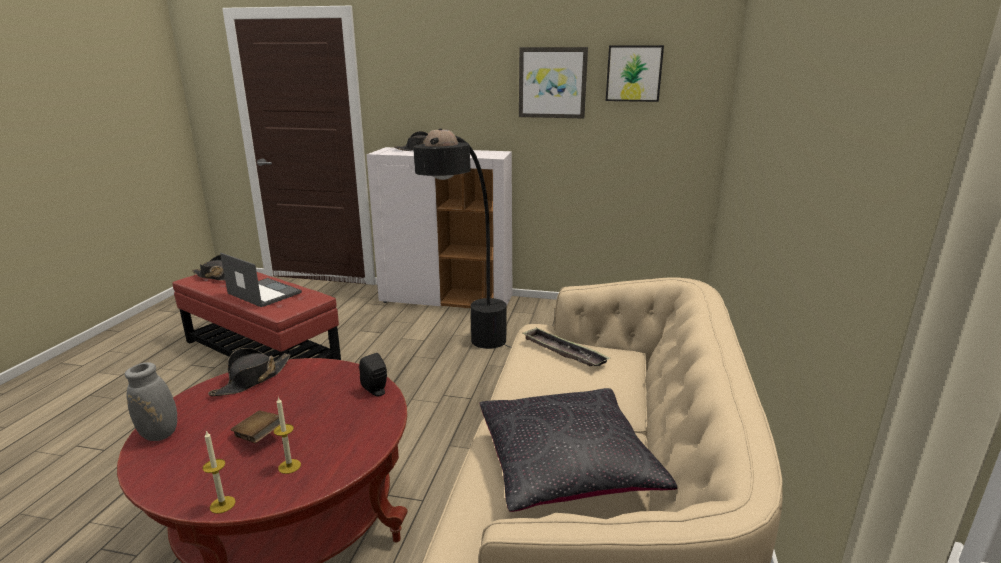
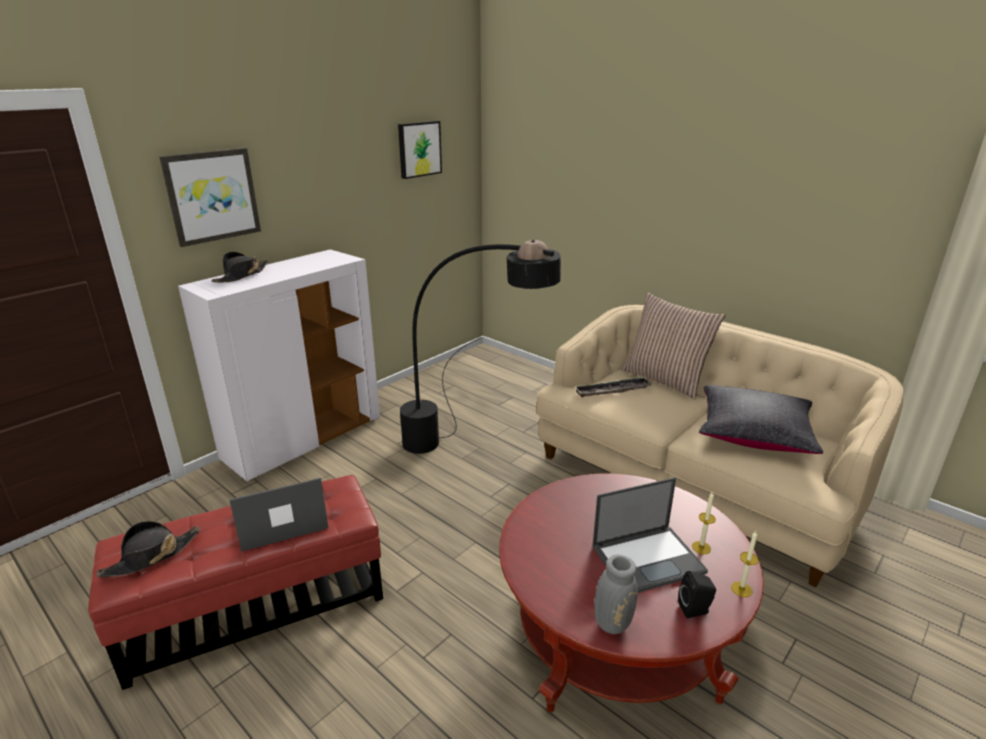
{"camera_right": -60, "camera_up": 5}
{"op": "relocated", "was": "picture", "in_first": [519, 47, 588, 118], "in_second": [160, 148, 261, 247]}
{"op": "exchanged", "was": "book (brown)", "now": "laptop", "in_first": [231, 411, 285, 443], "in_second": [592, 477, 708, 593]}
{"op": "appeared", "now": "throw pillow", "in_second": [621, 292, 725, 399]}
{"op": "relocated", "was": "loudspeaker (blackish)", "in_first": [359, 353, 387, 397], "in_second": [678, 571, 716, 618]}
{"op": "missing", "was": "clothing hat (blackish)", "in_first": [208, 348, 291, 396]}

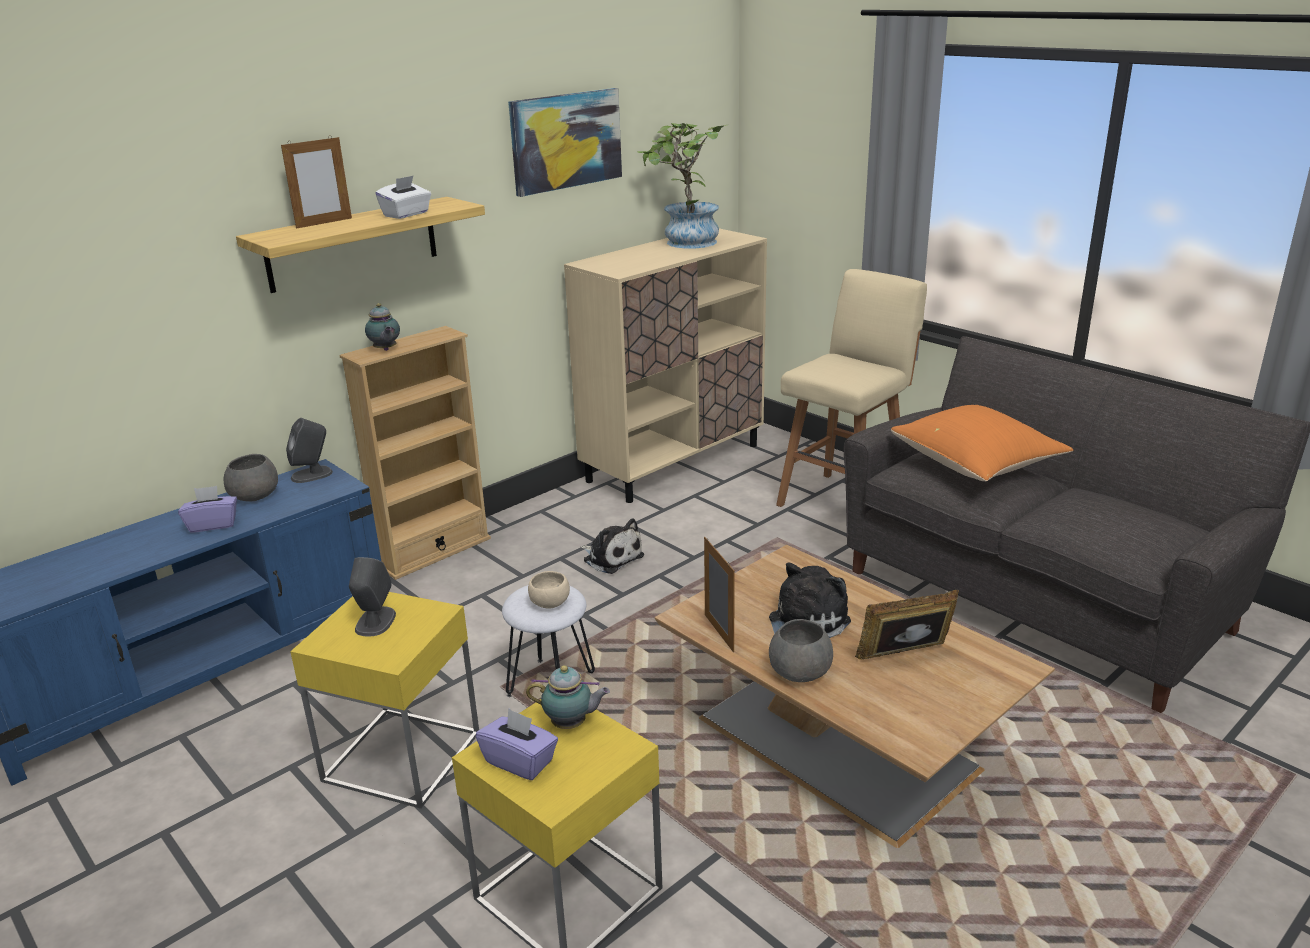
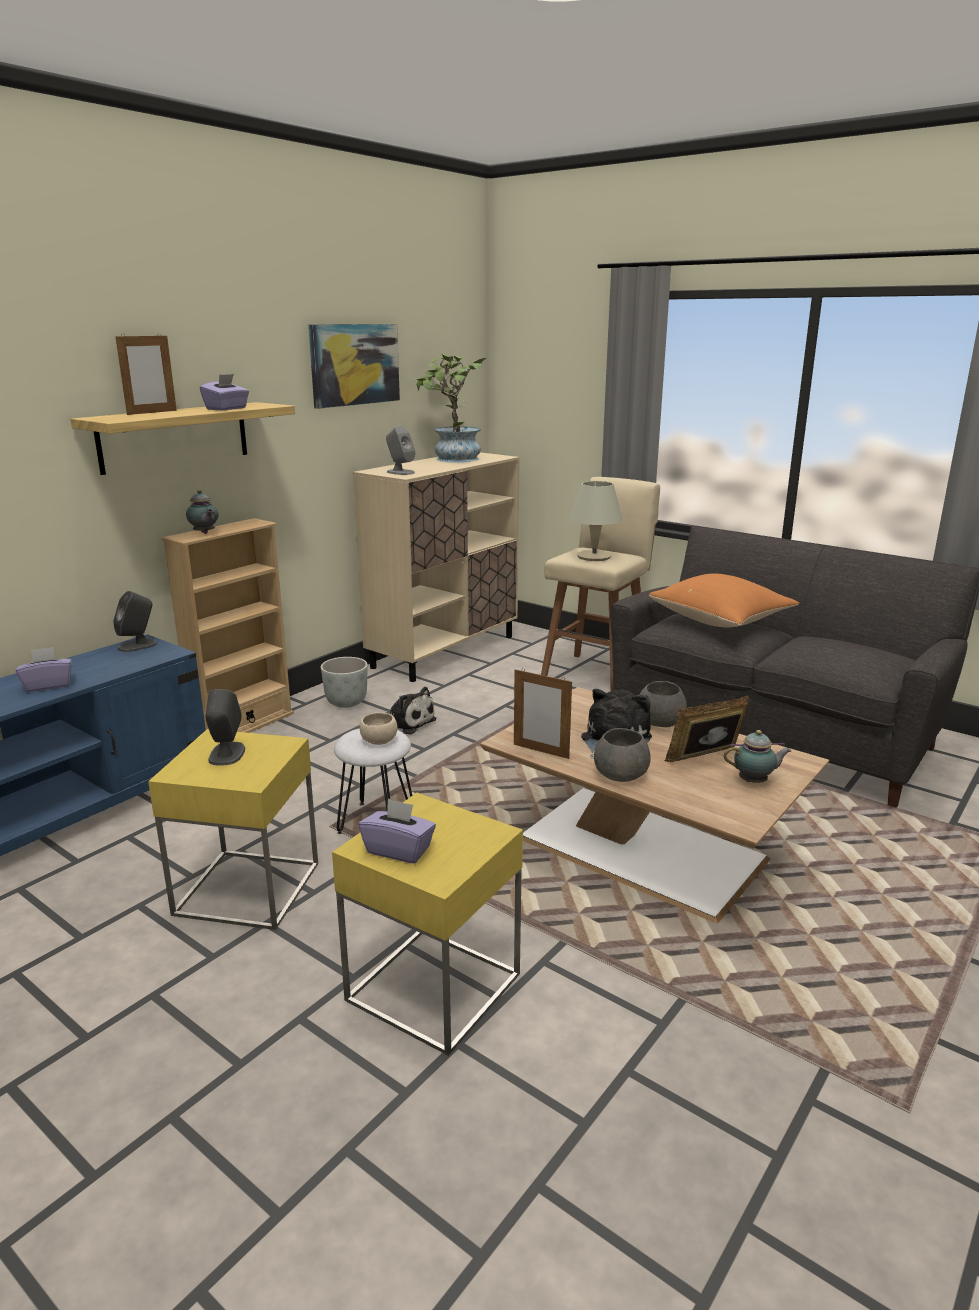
{"camera_right": -10, "camera_up": -5}
{"op": "colour", "was": "tissue holder (white)", "now": "tissue holder (purple-coloured)", "in_first": [375, 176, 431, 219], "in_second": [200, 374, 249, 410]}
{"op": "appeared", "now": "plant pot (grey)", "in_second": [321, 657, 368, 708]}
{"op": "appeared", "now": "loudspeaker (grey)", "in_second": [386, 426, 415, 475]}
{"op": "spun", "was": "standing frame", "in_first": [704, 537, 735, 652], "in_second": [514, 668, 572, 759], "clockwise": 150}
{"op": "appeared", "now": "table lamp (beige)", "in_second": [569, 481, 623, 561]}
{"op": "relocated", "was": "deep dish (grey)", "in_first": [224, 454, 278, 502], "in_second": [639, 681, 687, 727]}
{"op": "relocated", "was": "tea pot", "in_first": [526, 665, 610, 729], "in_second": [724, 730, 791, 783]}

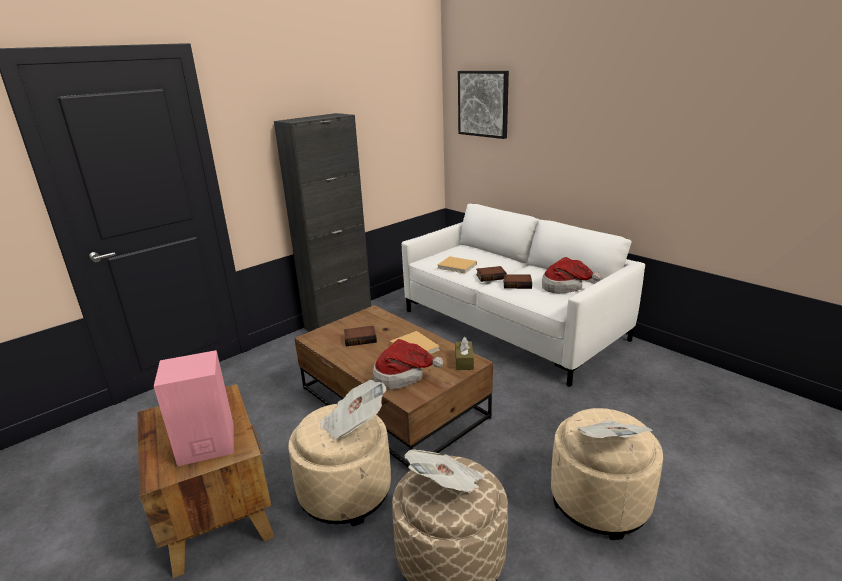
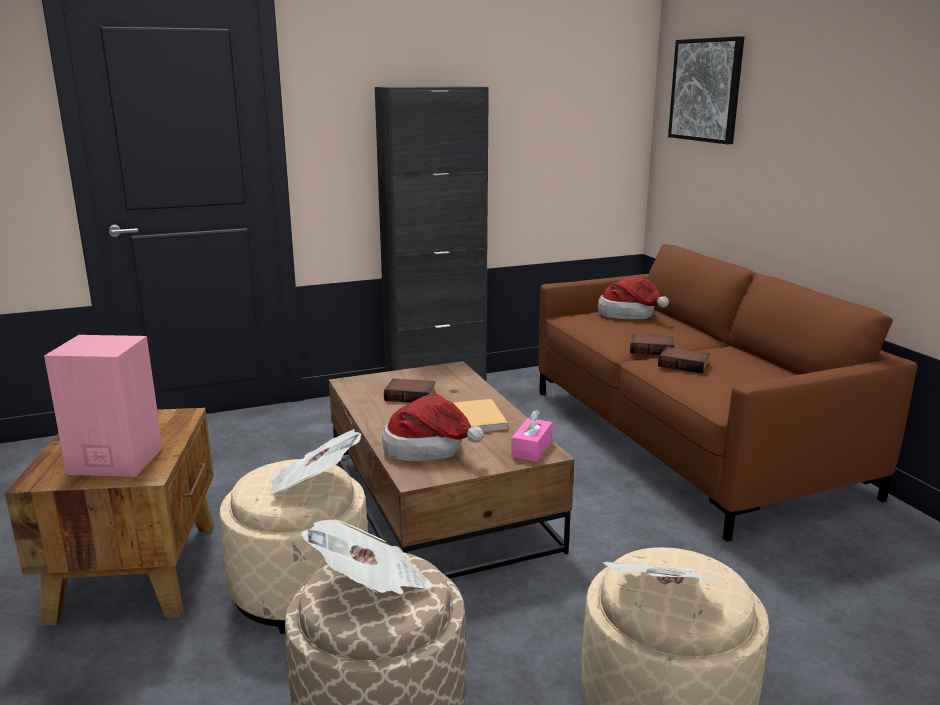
{"camera_right": 20, "camera_up": -5}
{"op": "colour", "was": "tissue holder (brown)", "now": "tissue holder (pink-coloured)", "in_first": [455, 337, 474, 370], "in_second": [511, 410, 552, 462]}
{"op": "colour", "was": "couch (white)", "now": "couch (brown)", "in_first": [402, 204, 645, 387], "in_second": [538, 244, 918, 542]}
{"op": "relocated", "was": "clothing hat", "in_first": [542, 257, 601, 293], "in_second": [598, 276, 669, 319]}
{"op": "missing", "was": "book (beige)", "in_first": [437, 256, 477, 274]}

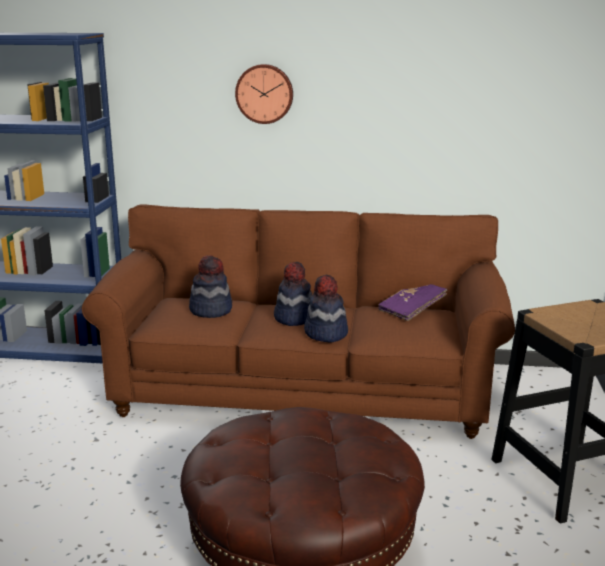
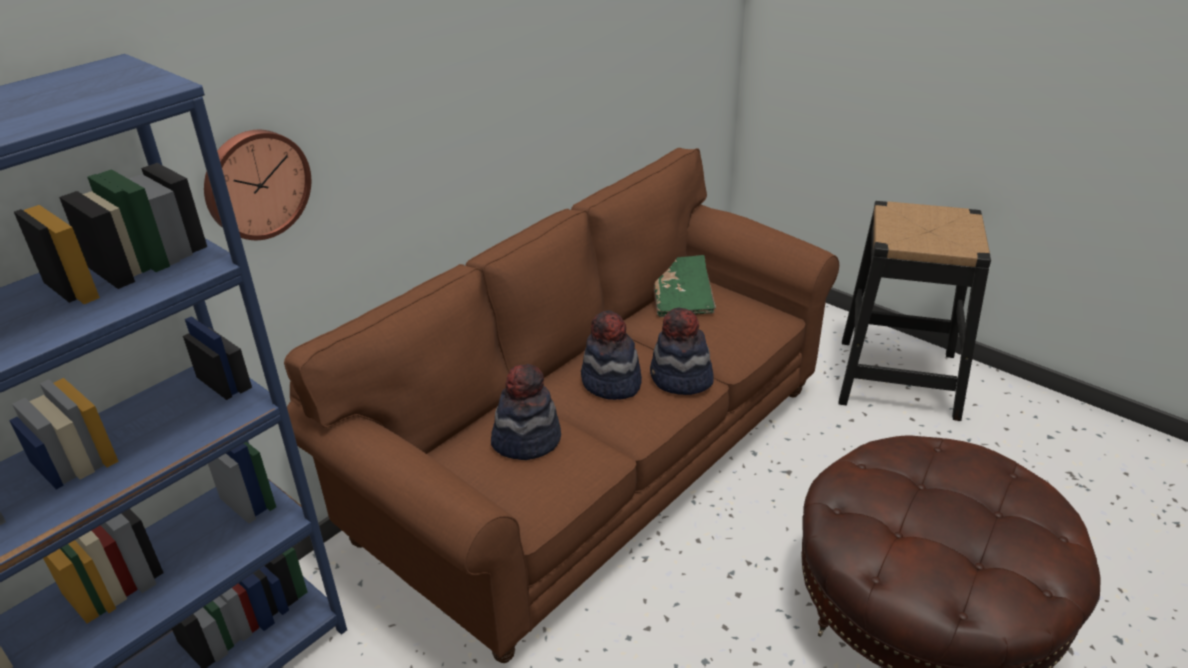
{"camera_right": -55, "camera_up": 15}
{"op": "relocated", "was": "hanging clock", "in_first": [235, 64, 293, 124], "in_second": [204, 130, 311, 240]}
{"op": "colour", "was": "book (purple-coloured)", "now": "book (green-coloured)", "in_first": [378, 284, 447, 321], "in_second": [654, 255, 716, 317]}

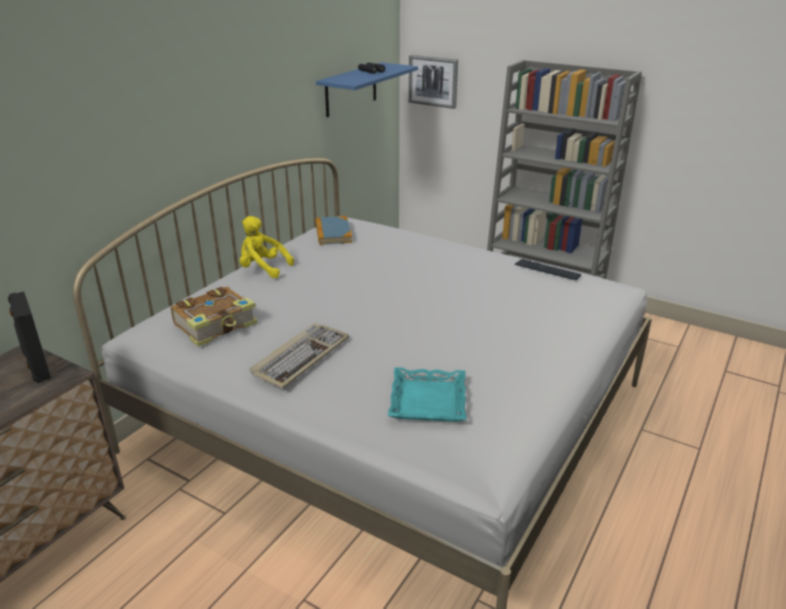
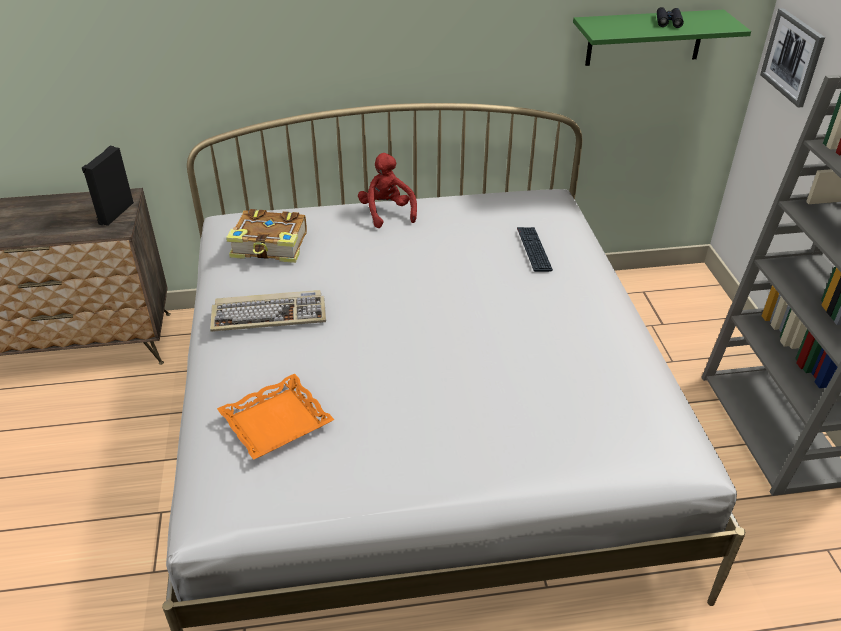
{"camera_right": 50, "camera_up": 10}
{"op": "colour", "was": "tray (blue-green)", "now": "tray (orange)", "in_first": [388, 367, 466, 422], "in_second": [217, 374, 334, 460]}
{"op": "colour", "was": "cuddly toy (yellow-coloured)", "now": "cuddly toy (red-coloured)", "in_first": [239, 216, 294, 278], "in_second": [358, 153, 417, 228]}
{"op": "relocated", "was": "keyboard", "in_first": [515, 259, 581, 280], "in_second": [517, 227, 553, 272]}
{"op": "colour", "was": "bracket shelf (blue-coloured)", "now": "bracket shelf (green-coloured)", "in_first": [316, 62, 418, 117], "in_second": [573, 10, 751, 66]}
{"op": "missing", "was": "book", "in_first": [315, 216, 352, 245]}

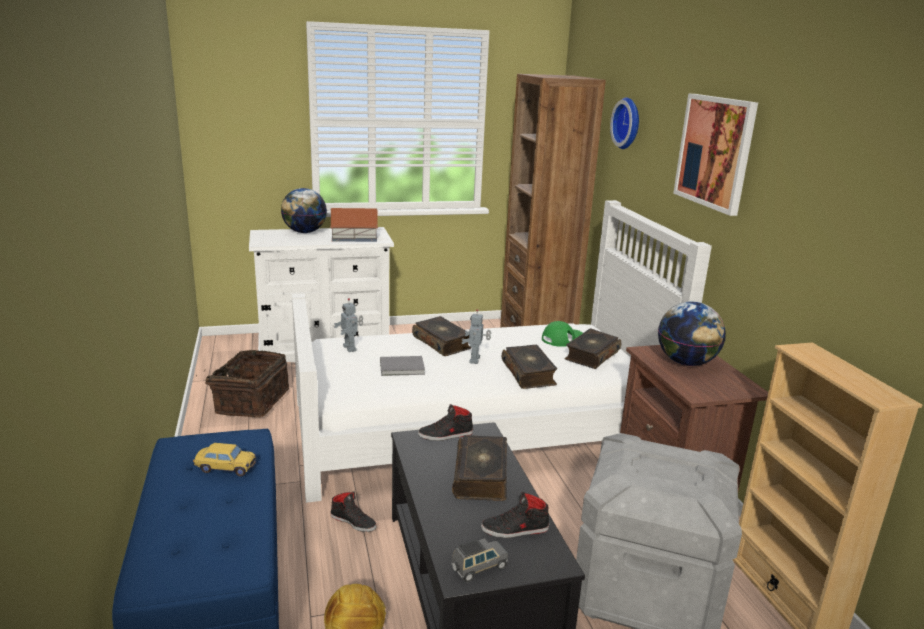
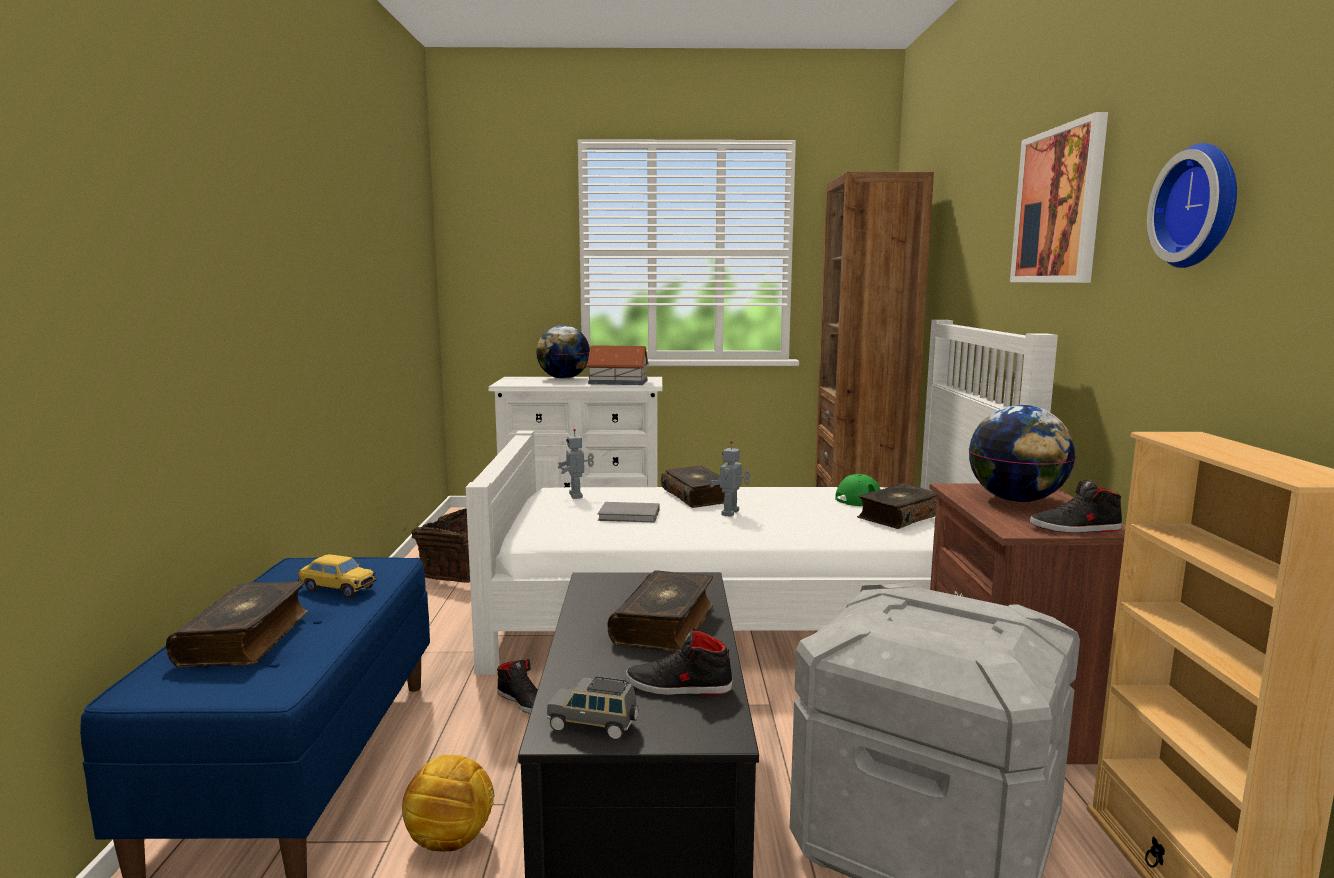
{"camera_right": 15, "camera_up": -10}
{"op": "relocated", "was": "book", "in_first": [502, 345, 557, 389], "in_second": [166, 581, 308, 667]}
{"op": "spun", "was": "miniature car (grey)", "in_first": [451, 538, 508, 582], "in_second": [547, 676, 638, 740], "clockwise": -150}
{"op": "relocated", "was": "shoe (blackish)", "in_first": [418, 404, 473, 441], "in_second": [1030, 480, 1122, 533]}
{"op": "relocated", "was": "hanging clock", "in_first": [610, 97, 639, 149], "in_second": [1147, 143, 1237, 268]}

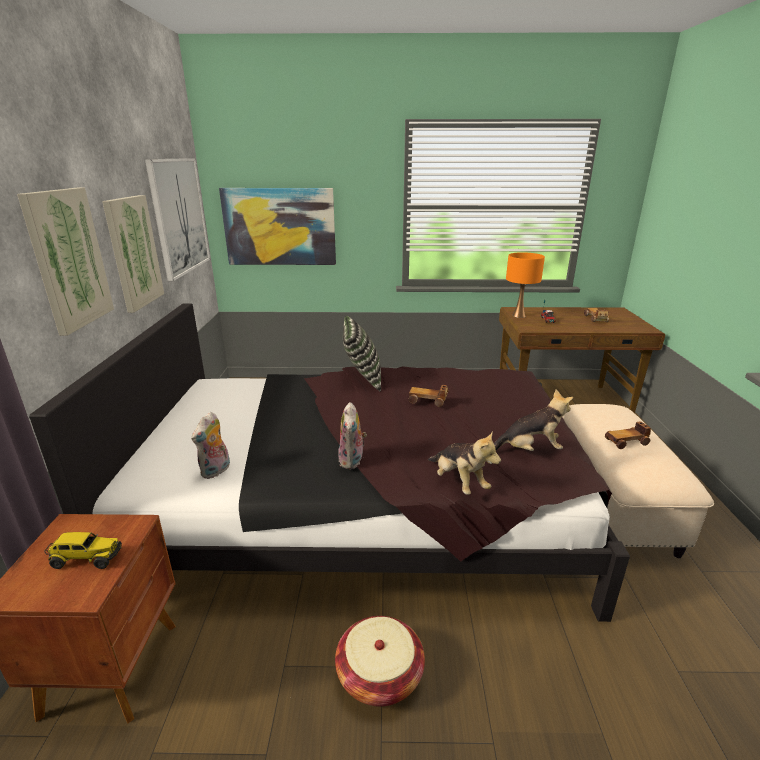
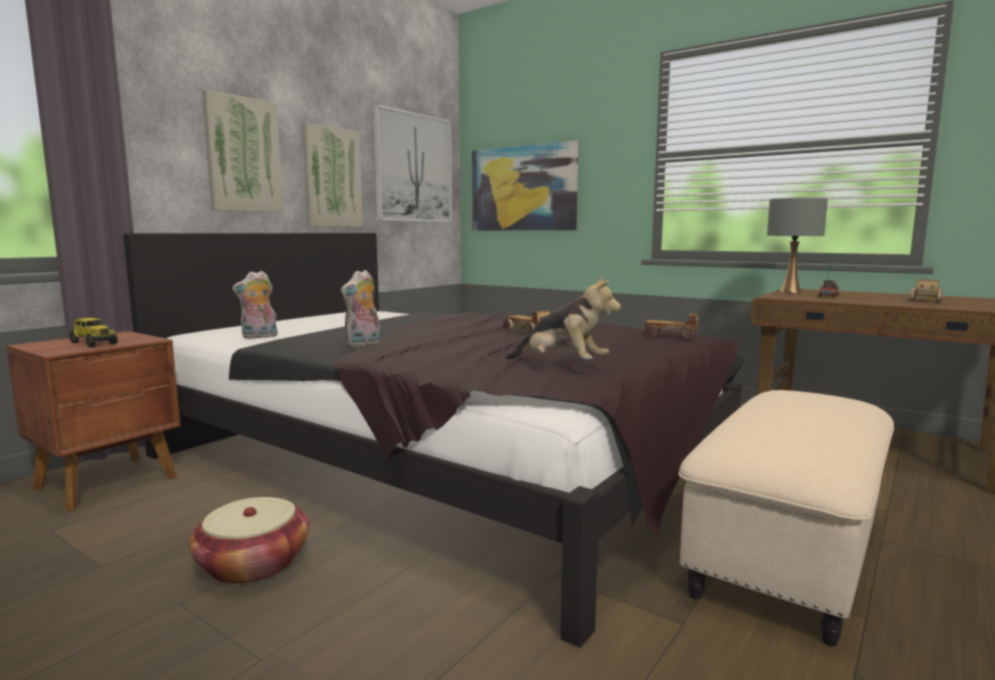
{"camera_right": 35, "camera_up": -15}
{"op": "relocated", "was": "miniature car", "in_first": [605, 421, 651, 449], "in_second": [645, 313, 699, 339]}
{"op": "colour", "was": "table lamp (orange)", "now": "table lamp (grey)", "in_first": [506, 252, 545, 318], "in_second": [767, 197, 828, 293]}
{"op": "missing", "was": "throw pillow", "in_first": [343, 316, 381, 391]}
{"op": "missing", "was": "cuddly toy", "in_first": [428, 431, 501, 495]}

